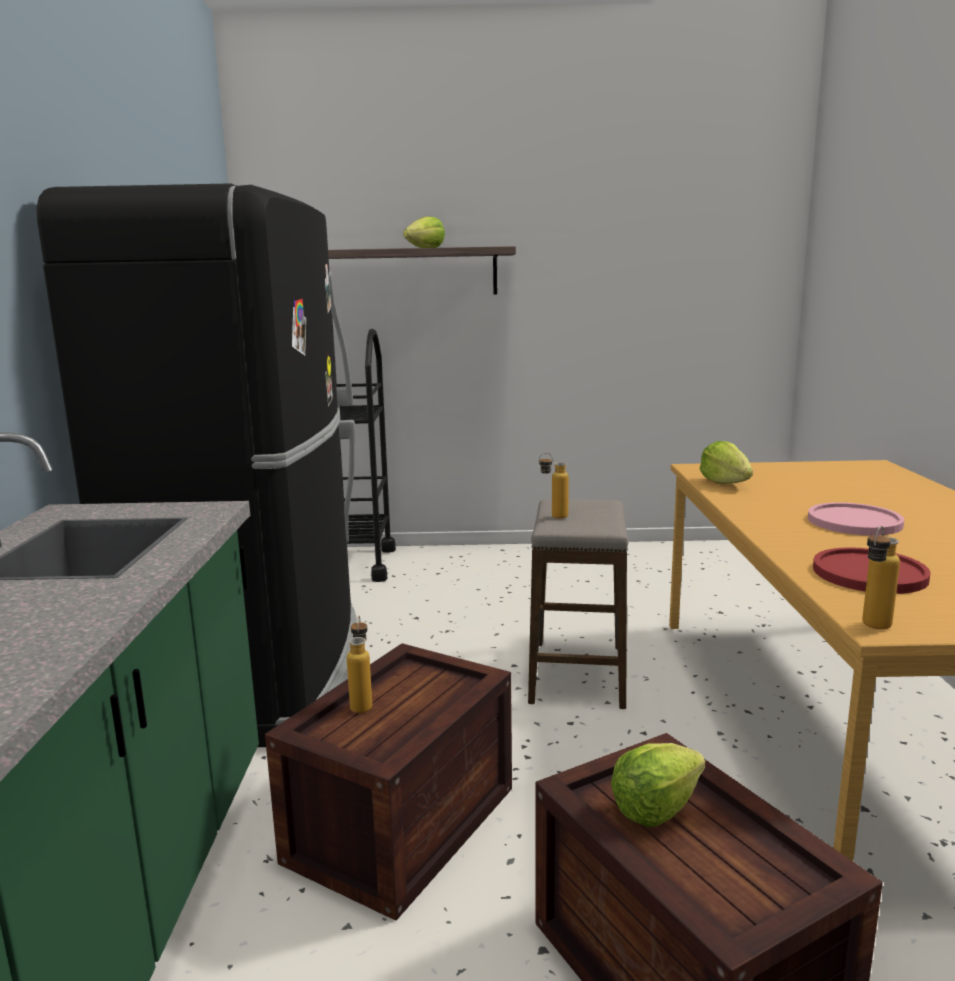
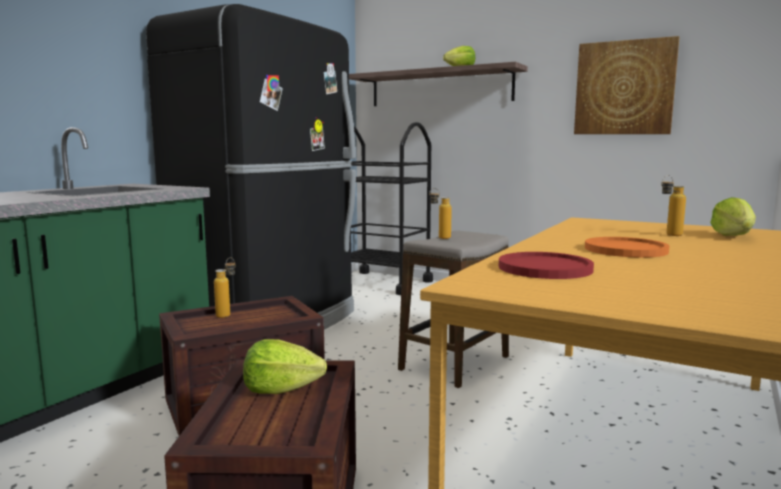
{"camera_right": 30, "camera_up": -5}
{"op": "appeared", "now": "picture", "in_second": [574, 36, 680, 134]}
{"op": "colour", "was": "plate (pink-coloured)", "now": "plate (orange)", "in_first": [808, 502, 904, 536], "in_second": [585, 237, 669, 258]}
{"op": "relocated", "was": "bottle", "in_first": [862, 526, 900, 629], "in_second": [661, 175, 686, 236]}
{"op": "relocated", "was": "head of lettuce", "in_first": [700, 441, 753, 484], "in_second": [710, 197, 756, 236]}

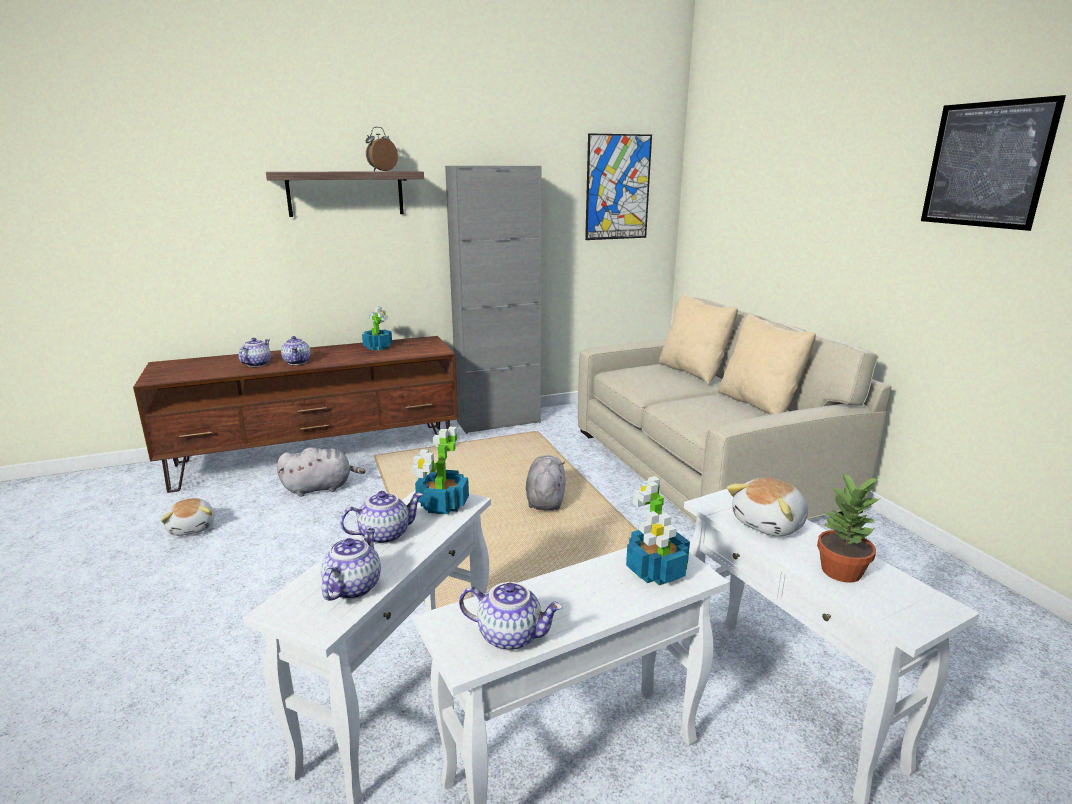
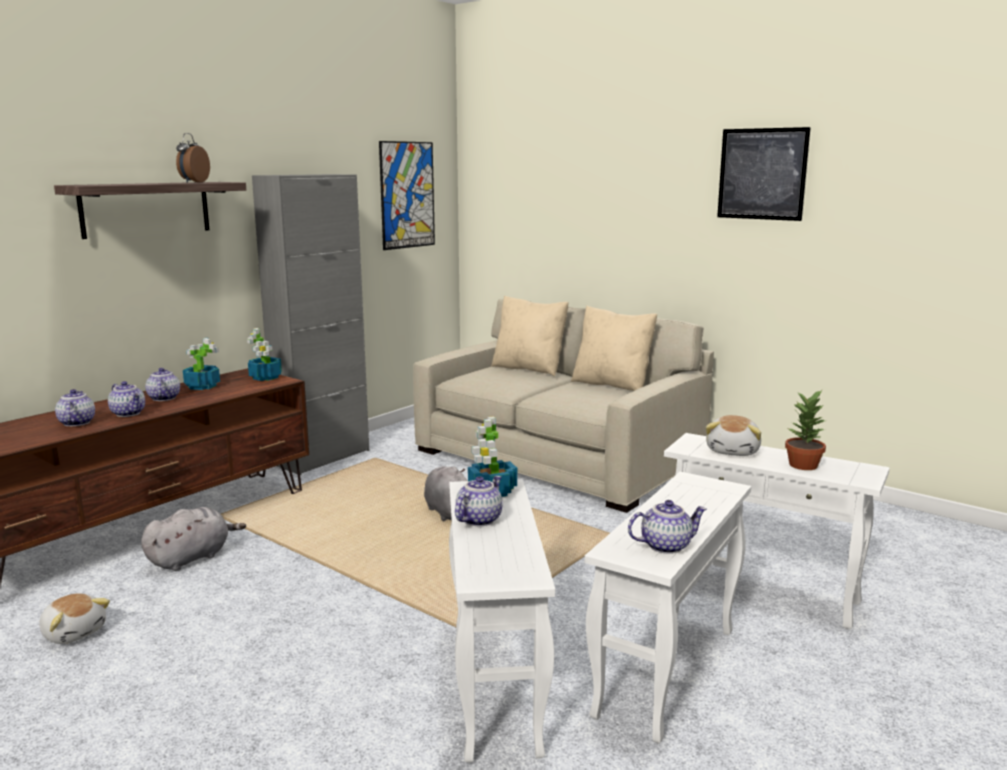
{"camera_right": -30, "camera_up": -5}
{"op": "relocated", "was": "tea pot", "in_first": [321, 528, 381, 601], "in_second": [145, 368, 180, 401]}
{"op": "relocated", "was": "plant in a pot", "in_first": [626, 476, 690, 586], "in_second": [247, 328, 282, 381]}

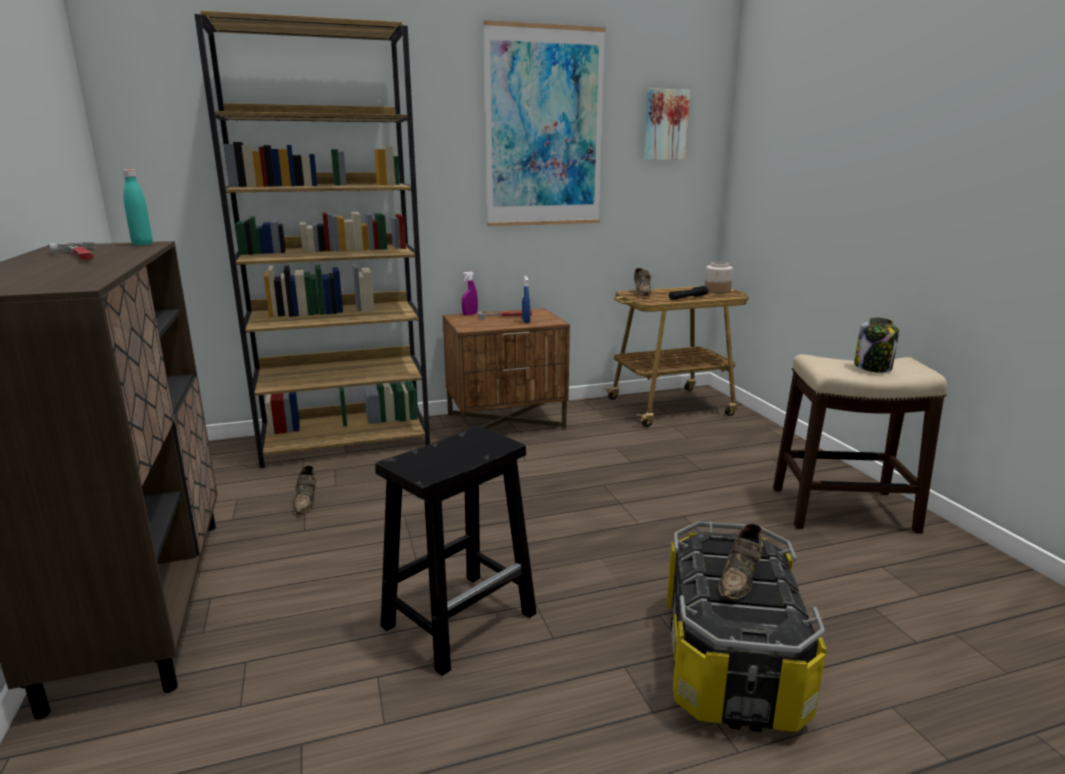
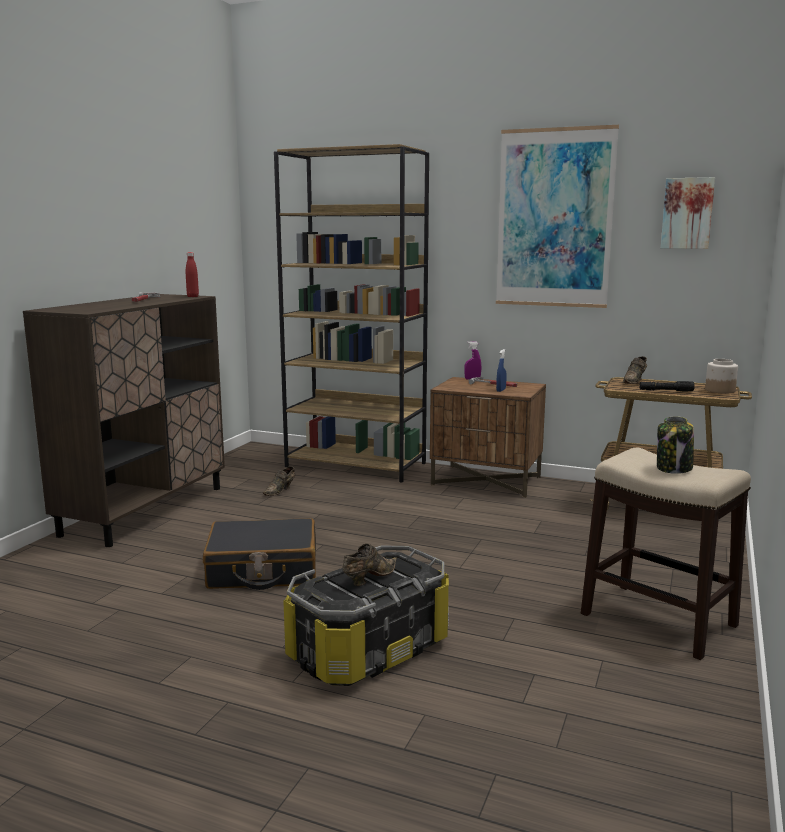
{"camera_right": 40, "camera_up": -5}
{"op": "colour", "was": "bottle (blue-green)", "now": "bottle (red-coloured)", "in_first": [122, 169, 153, 245], "in_second": [186, 252, 199, 297]}
{"op": "exchanged", "was": "stool (blackish)", "now": "suitcase (blackish)", "in_first": [375, 426, 537, 676], "in_second": [203, 518, 316, 590]}
{"op": "spun", "was": "shoe (brown)", "in_first": [718, 524, 763, 600], "in_second": [342, 543, 397, 586], "clockwise": 150}

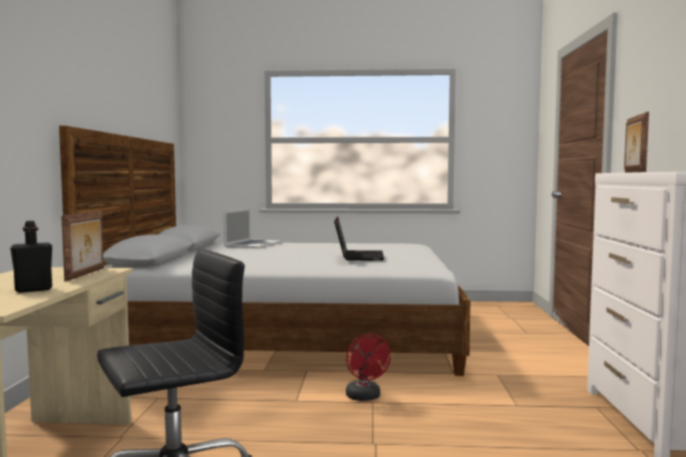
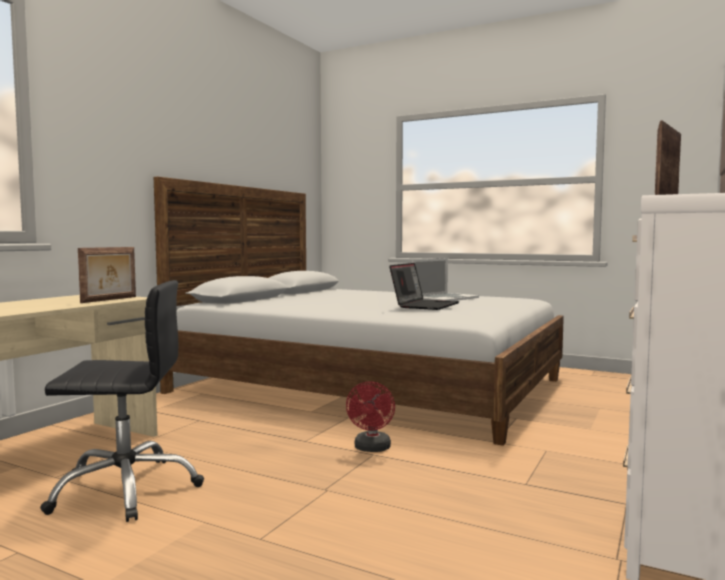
{"camera_right": 25, "camera_up": 0}
{"op": "relocated", "was": "laptop", "in_first": [224, 209, 281, 249], "in_second": [412, 258, 479, 301]}
{"op": "missing", "was": "bottle (blackish)", "in_first": [10, 221, 52, 293]}

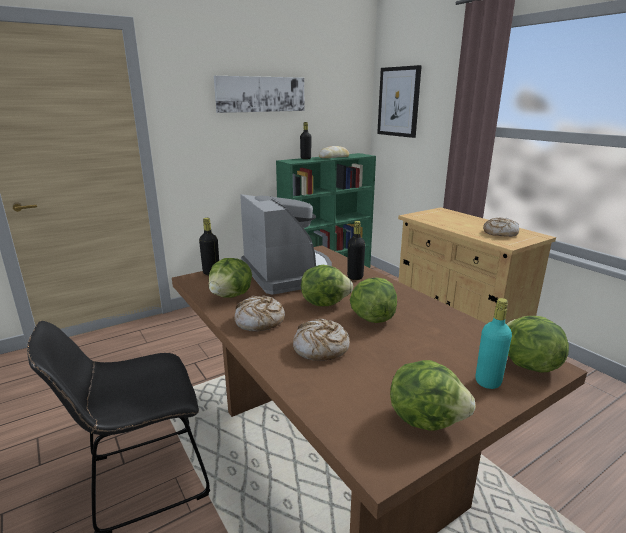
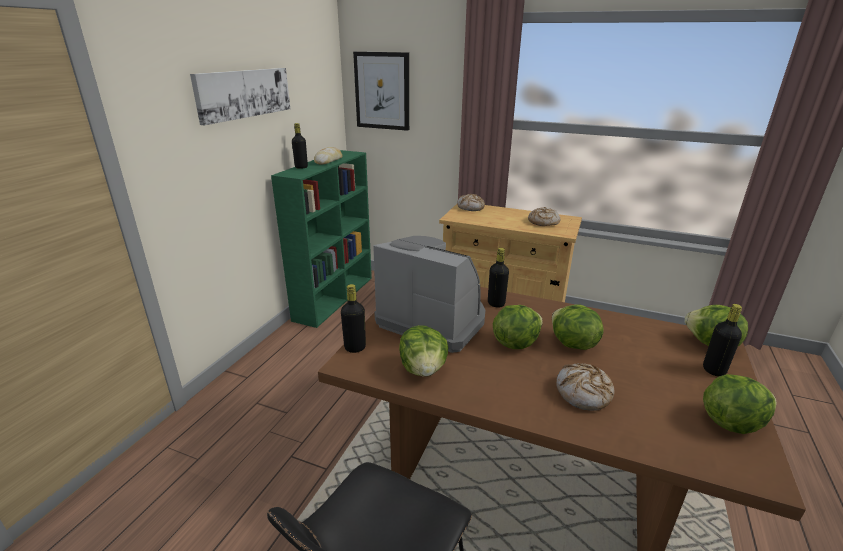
{"camera_right": -35, "camera_up": 5}
{"op": "relocated", "was": "bakery bread", "in_first": [235, 295, 285, 331], "in_second": [457, 194, 485, 211]}
{"op": "colour", "was": "bottle (blue-green)", "now": "bottle (blackish)", "in_first": [476, 298, 512, 389], "in_second": [703, 304, 742, 376]}

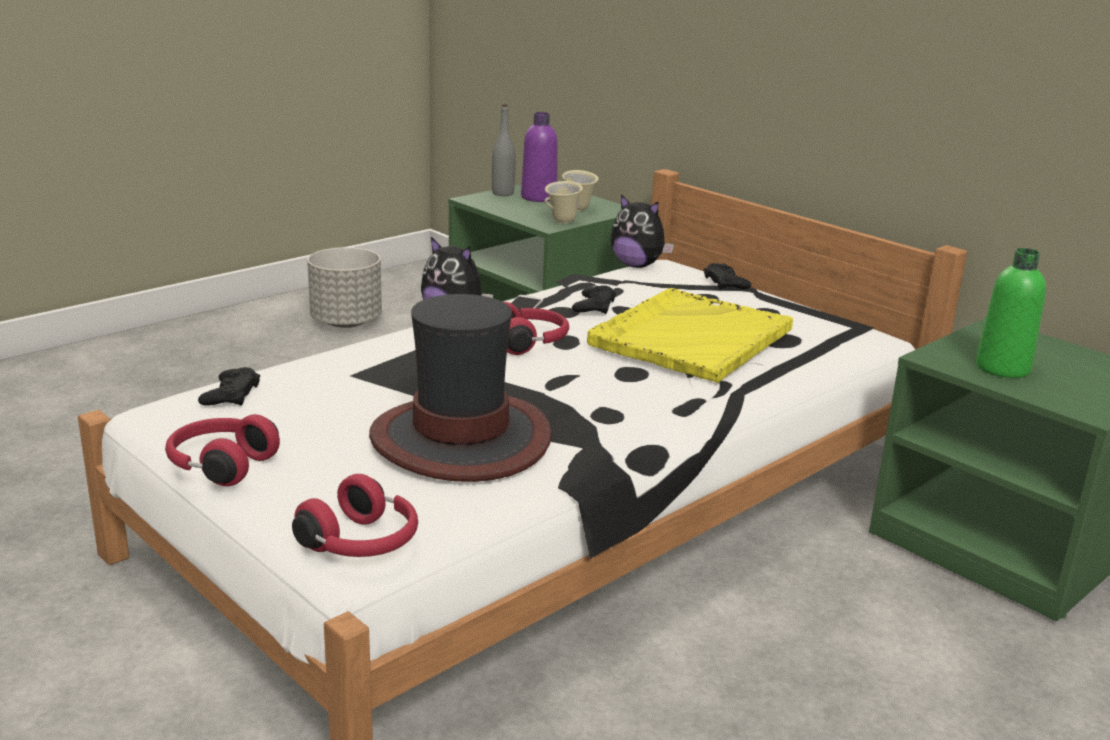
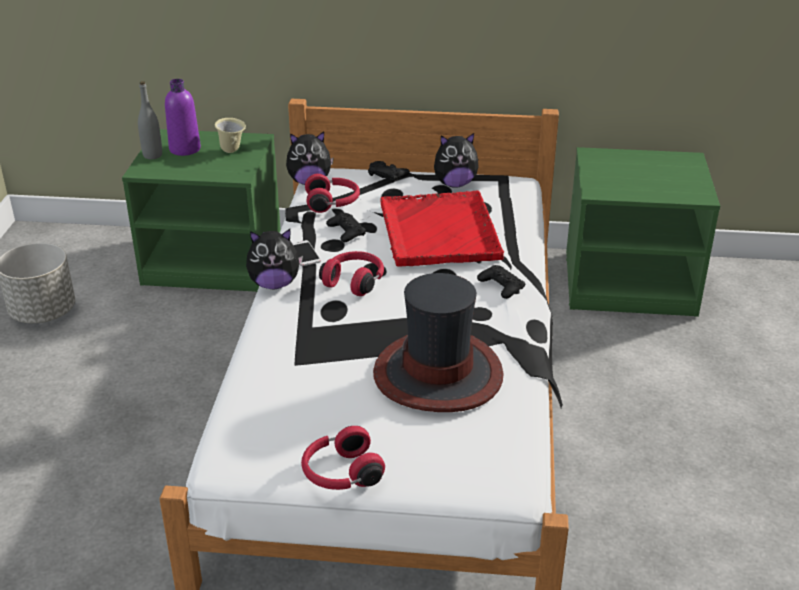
{"camera_right": -40, "camera_up": 10}
{"op": "relocated", "was": "pair of headphones (red-coloured)", "in_first": [292, 474, 418, 557], "in_second": [305, 174, 360, 213]}
{"op": "colour", "was": "tray (yellow-coloured)", "now": "tray (red-coloured)", "in_first": [587, 288, 793, 383], "in_second": [380, 191, 504, 267]}
{"op": "appeared", "now": "cuddly toy", "in_second": [434, 133, 478, 188]}
{"op": "relocated", "was": "gamepad (blackish)", "in_first": [198, 367, 260, 406], "in_second": [477, 265, 525, 299]}
{"op": "missing", "was": "tea mug (beige)", "in_first": [545, 181, 583, 224]}
{"op": "missing", "was": "bottle (green-coloured)", "in_first": [976, 248, 1046, 378]}

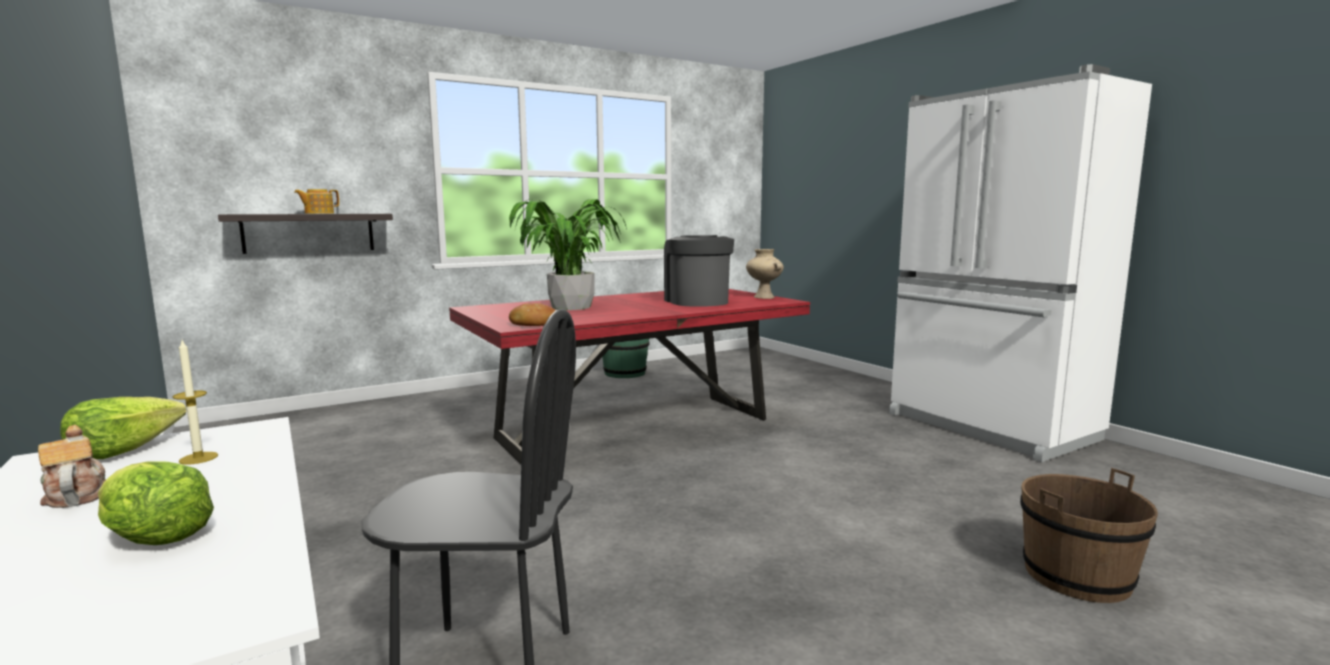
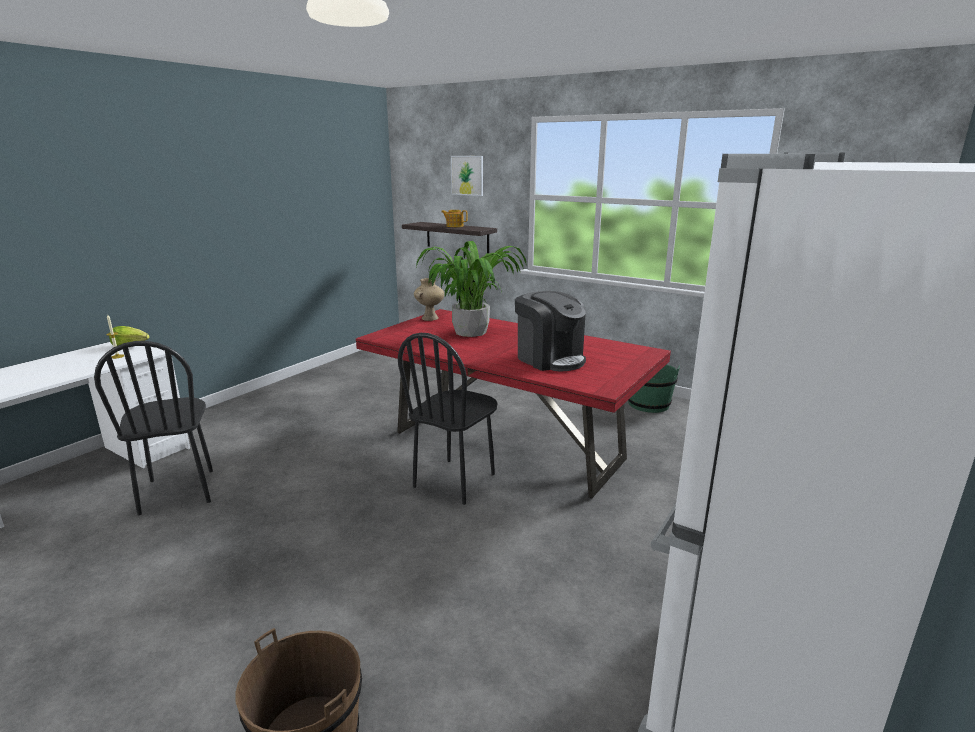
{"camera_right": 65, "camera_up": 10}
{"op": "appeared", "now": "chair (blackish)", "in_second": [398, 333, 498, 505]}
{"op": "relocated", "was": "vase (beige)", "in_first": [746, 249, 784, 299], "in_second": [414, 278, 444, 321]}
{"op": "appeared", "now": "picture", "in_second": [451, 156, 483, 196]}
{"op": "spun", "was": "coffee brewer", "in_first": [664, 235, 734, 307], "in_second": [515, 291, 586, 371], "clockwise": 90}
{"op": "missing", "was": "tea pot", "in_first": [38, 425, 106, 508]}
{"op": "missing", "was": "head of lettuce", "in_first": [98, 461, 214, 545]}
{"op": "missing", "was": "bakery bread", "in_first": [509, 303, 555, 326]}

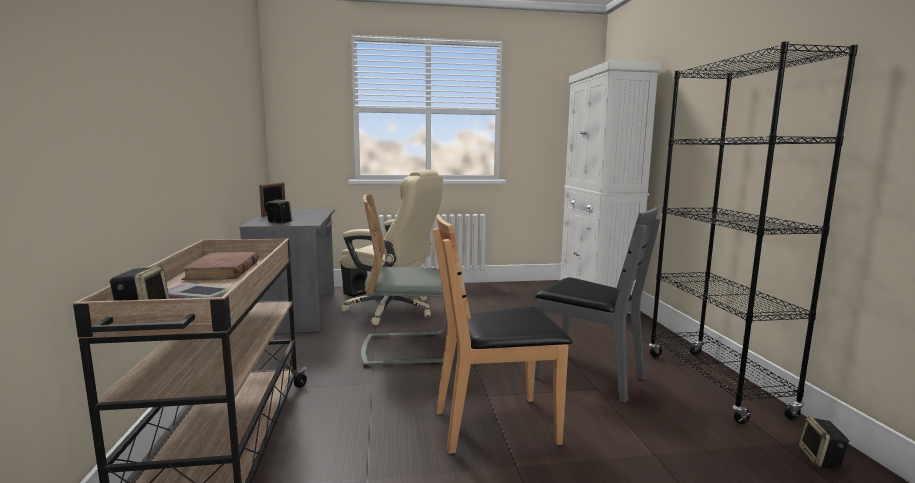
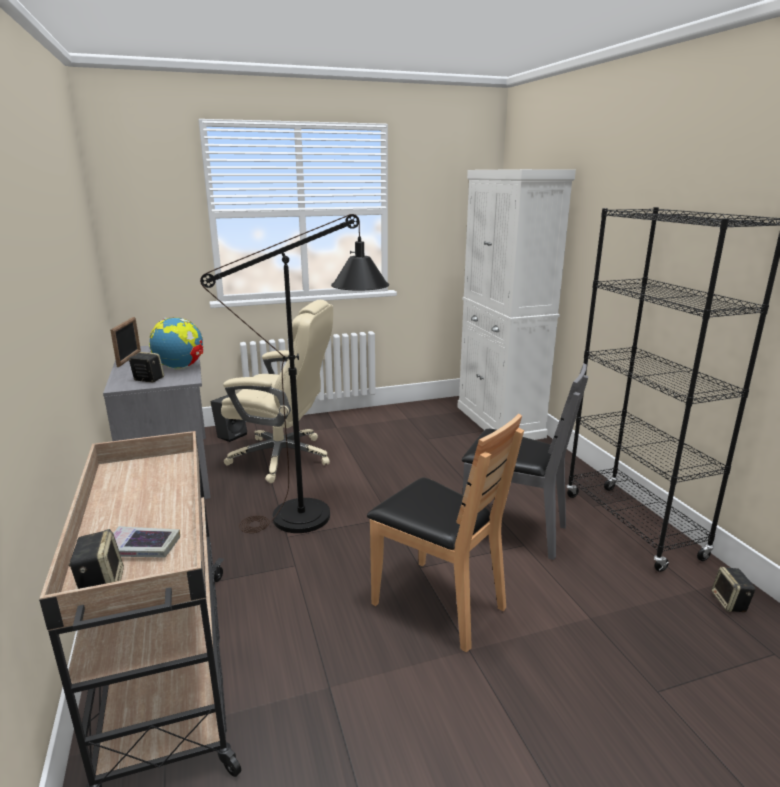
{"camera_right": -10, "camera_up": 10}
{"op": "appeared", "now": "desk globe", "in_second": [149, 317, 203, 369]}
{"op": "exchanged", "was": "chair (grey)", "now": "standard lamp (blackish)", "in_first": [361, 194, 446, 367], "in_second": [200, 214, 389, 533]}
{"op": "spun", "was": "chair (brown)", "in_first": [433, 215, 572, 454], "in_second": [367, 414, 524, 652], "clockwise": -120}
{"op": "missing", "was": "book (brown)", "in_first": [181, 252, 259, 280]}

